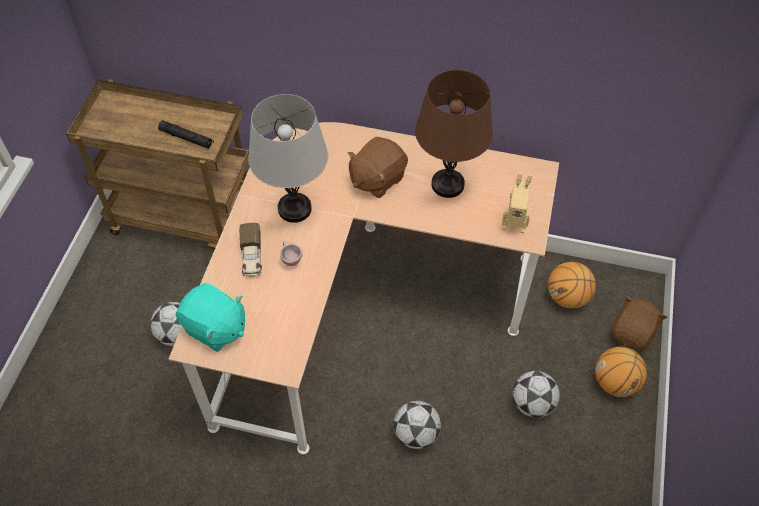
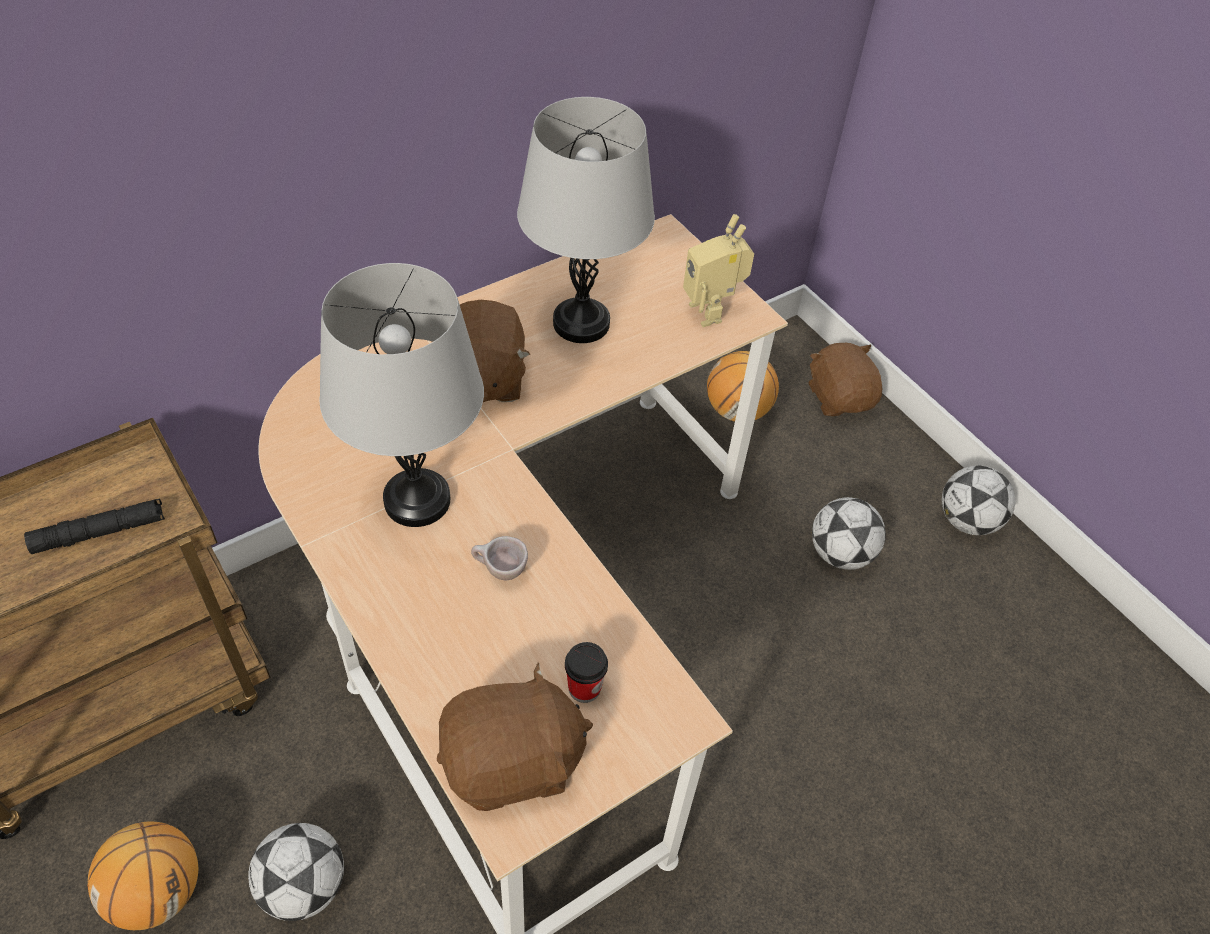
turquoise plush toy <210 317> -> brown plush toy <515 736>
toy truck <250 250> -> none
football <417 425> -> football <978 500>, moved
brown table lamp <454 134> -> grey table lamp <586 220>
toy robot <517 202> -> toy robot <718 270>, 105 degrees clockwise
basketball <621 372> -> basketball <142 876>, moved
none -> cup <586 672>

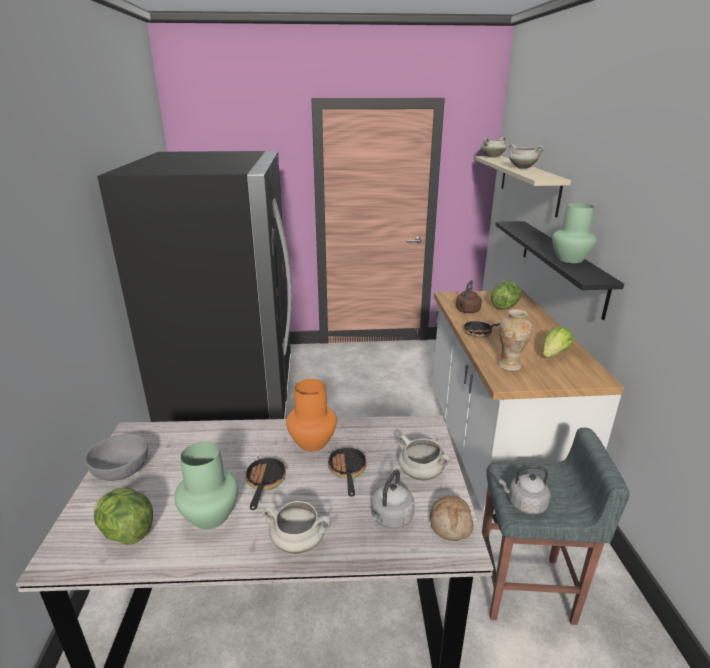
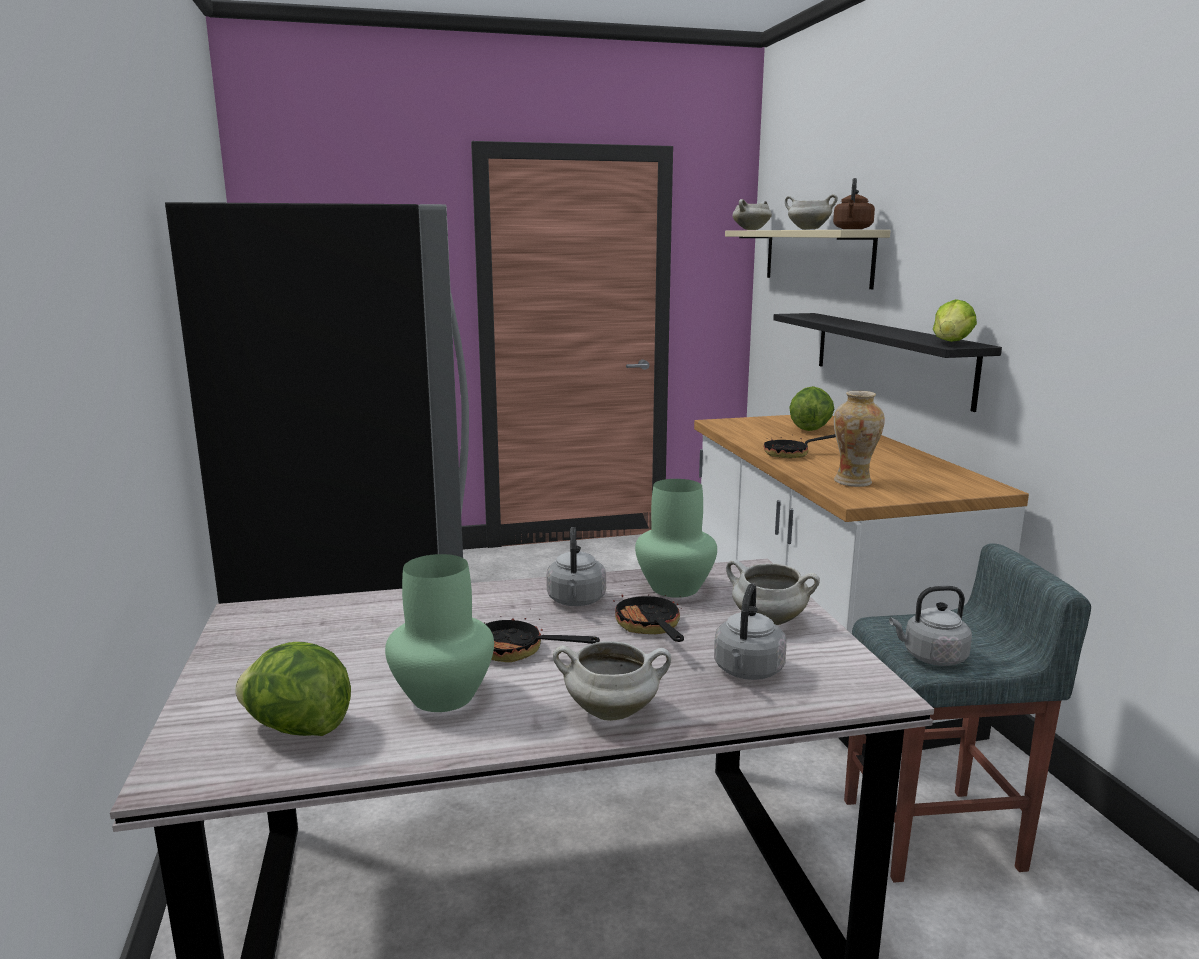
grey bowl <116 457> -> none
frying pan <265 483> -> frying pan <542 639>, 60 degrees counterclockwise
orange vase <311 415> -> grey kettle <576 566>
bread <451 518> -> none
brown kettle <469 296> -> brown kettle <854 203>, moved
lettuce <558 342> -> lettuce <955 320>, moved
green vase <574 233> -> green vase <676 538>, moved

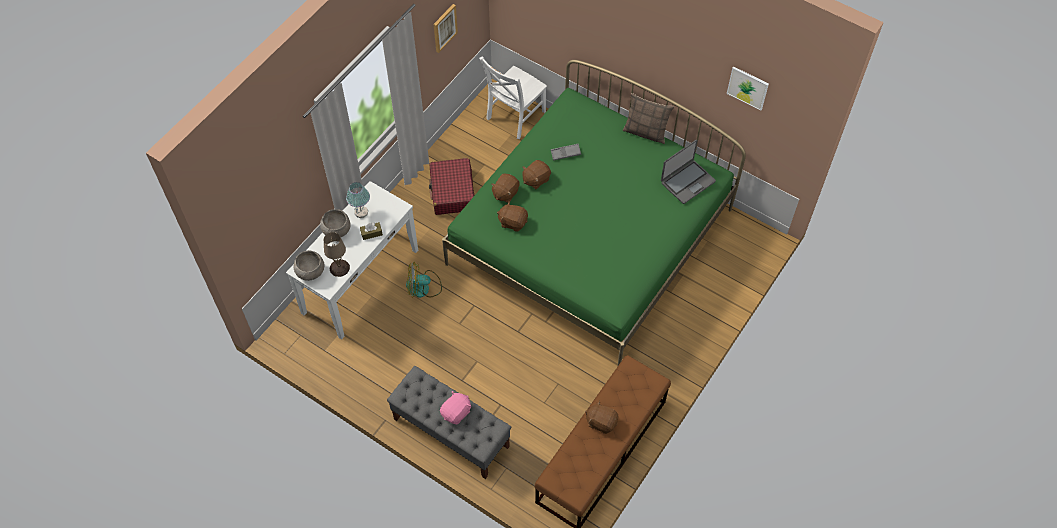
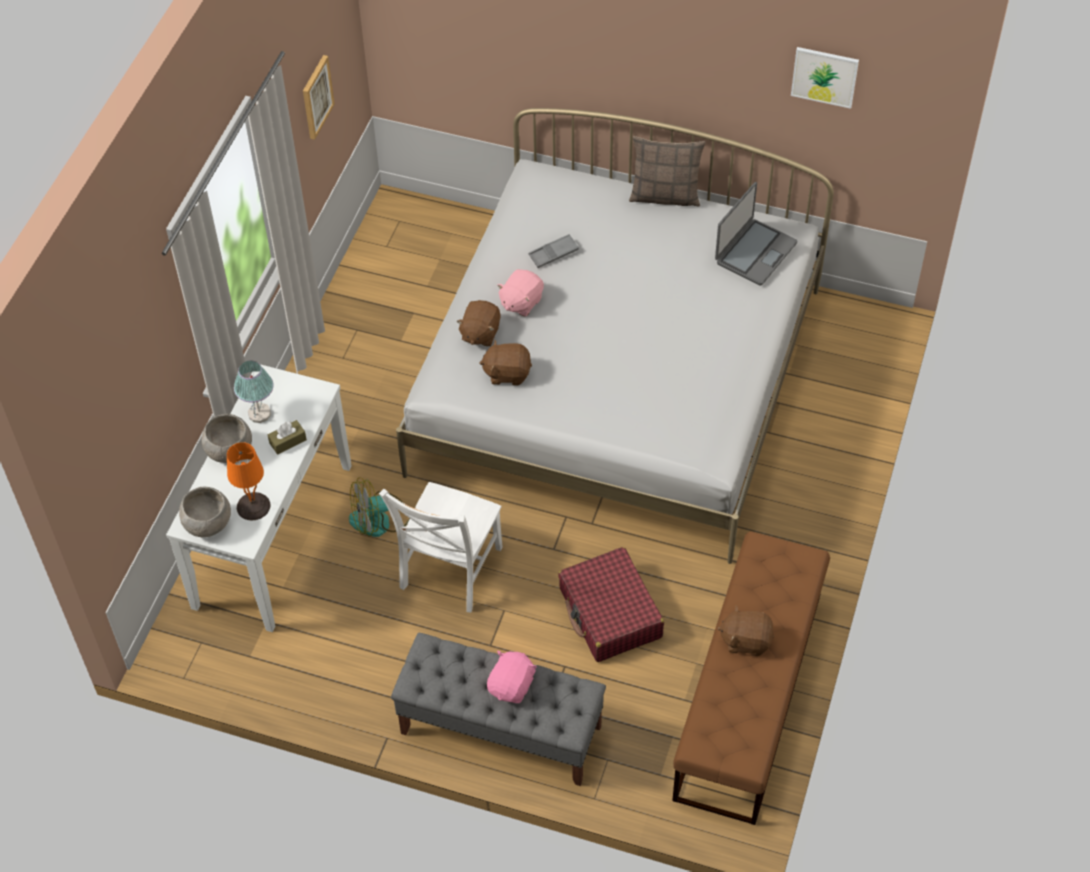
beige table lamp <337 254> -> orange table lamp <248 481>
red suitcase <451 186> -> red suitcase <611 604>, moved
green bed <594 212> -> white bed <615 336>
white chair <513 97> -> white chair <441 547>, moved
brown plush toy <536 174> -> pink plush toy <520 292>

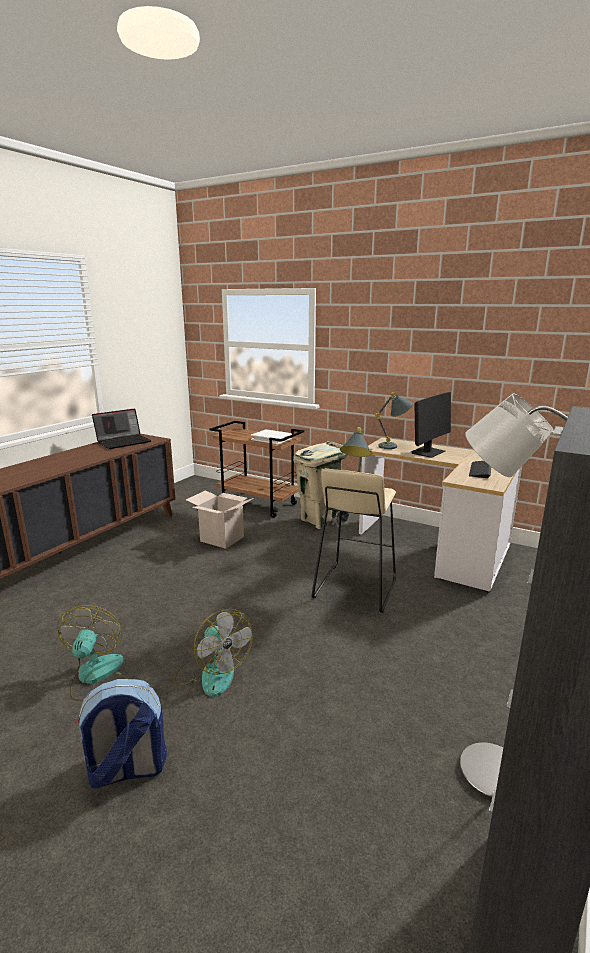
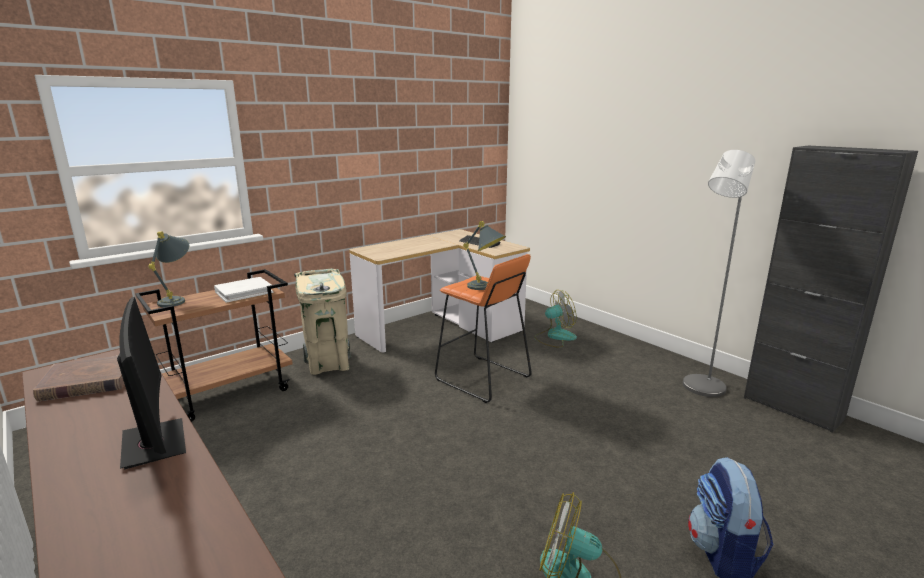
laptop <122 428> -> brown book <78 378>
fan <213 653> -> fan <555 319>, moved
cardboard box <220 519> -> none
beige stool <354 540> -> orange stool <483 328>
grey table lamp <394 420> -> grey table lamp <168 269>, moved
monitor <431 425> -> monitor <151 383>, moved

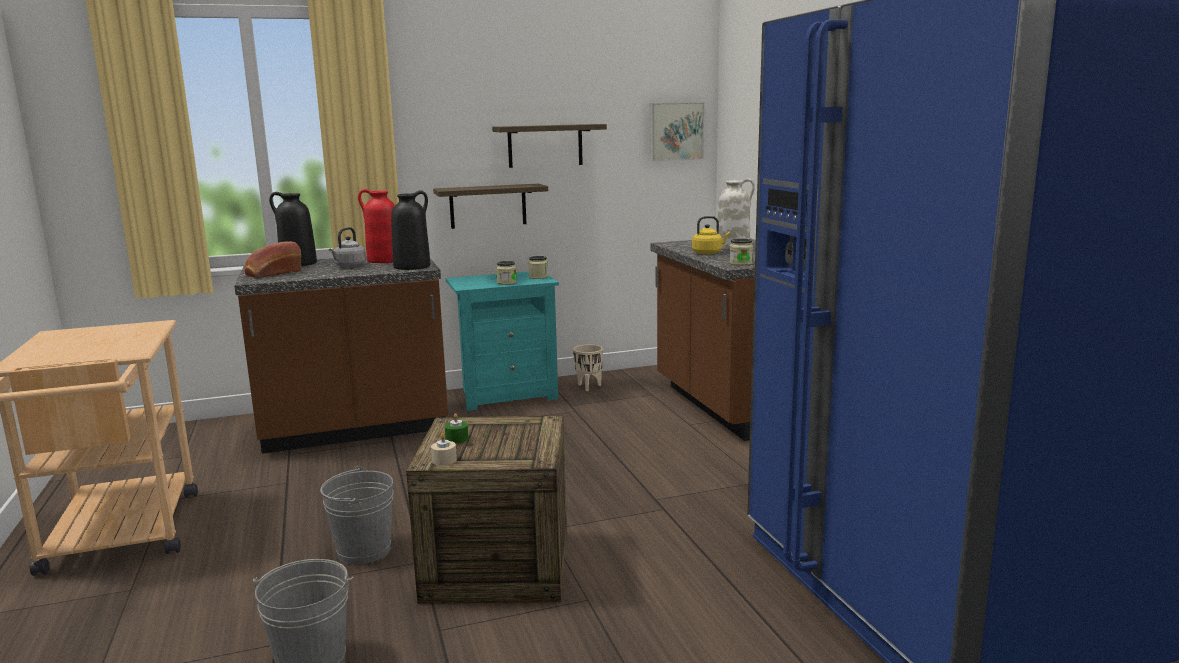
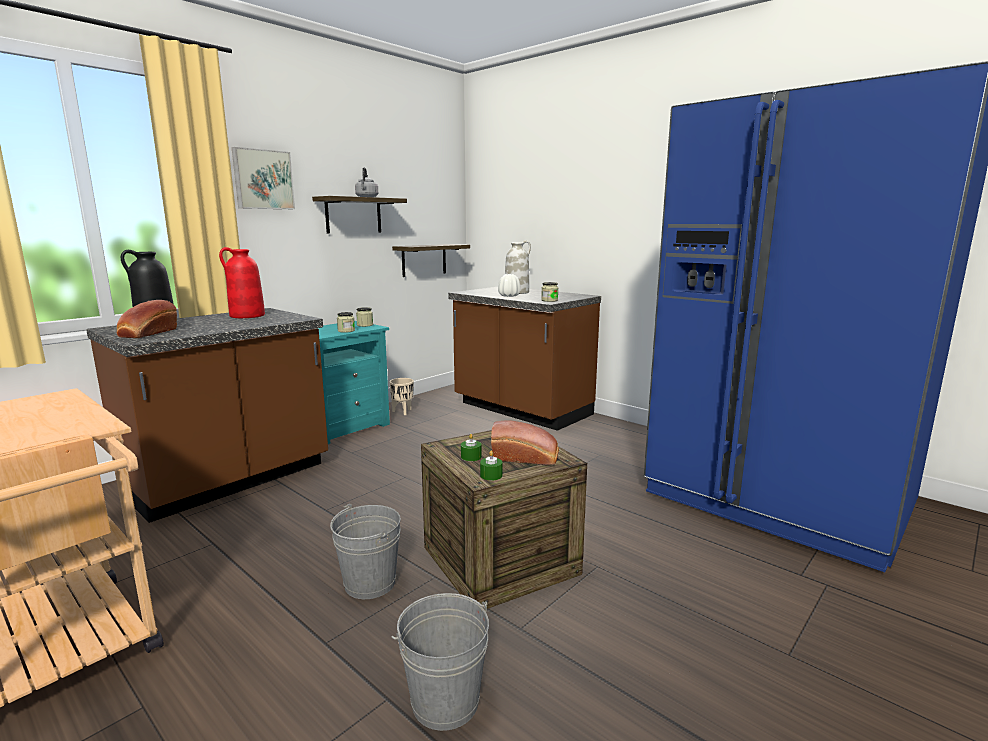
grey kettle <347 247> -> grey kettle <366 182>, moved
black vase <410 230> -> none
beige candle <444 449> -> green candle <491 466>
shelf <490 206> -> shelf <431 260>, moved
picture <677 131> -> picture <263 178>, moved
yellow kettle <711 235> -> white vase <509 285>
none -> bread <525 443>

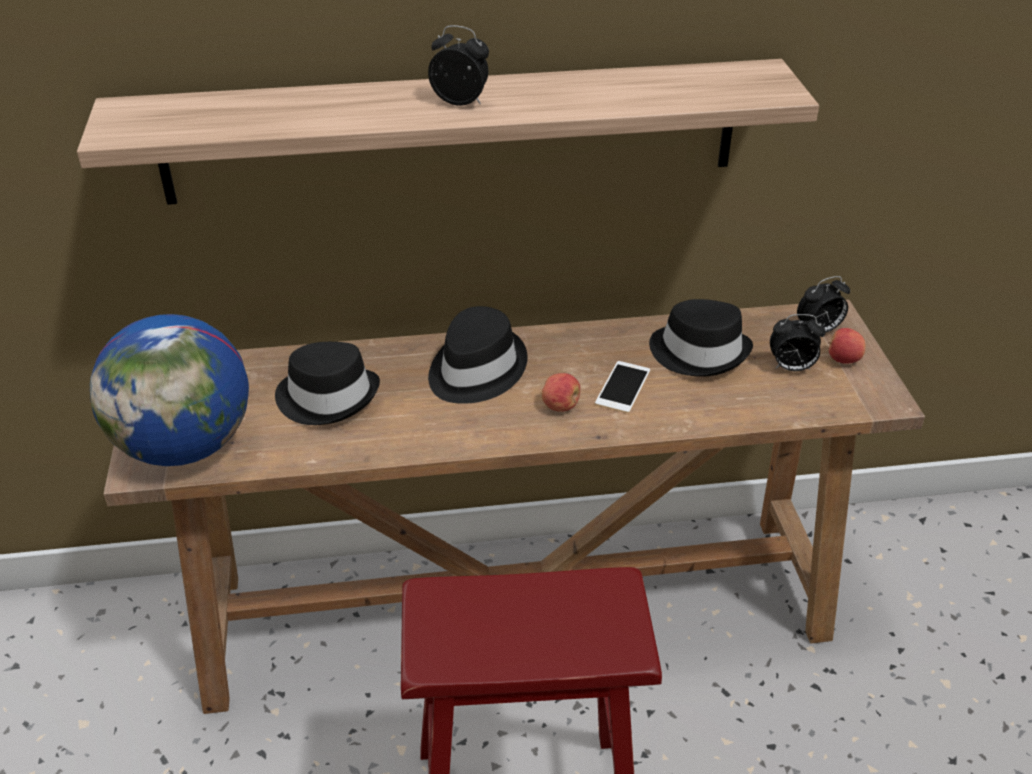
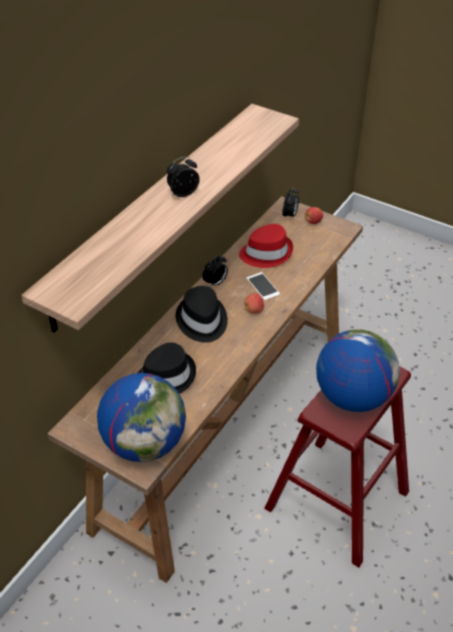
black hat <701 338> -> red hat <266 246>
alarm clock <798 342> -> alarm clock <215 271>, moved
none -> globe <358 370>

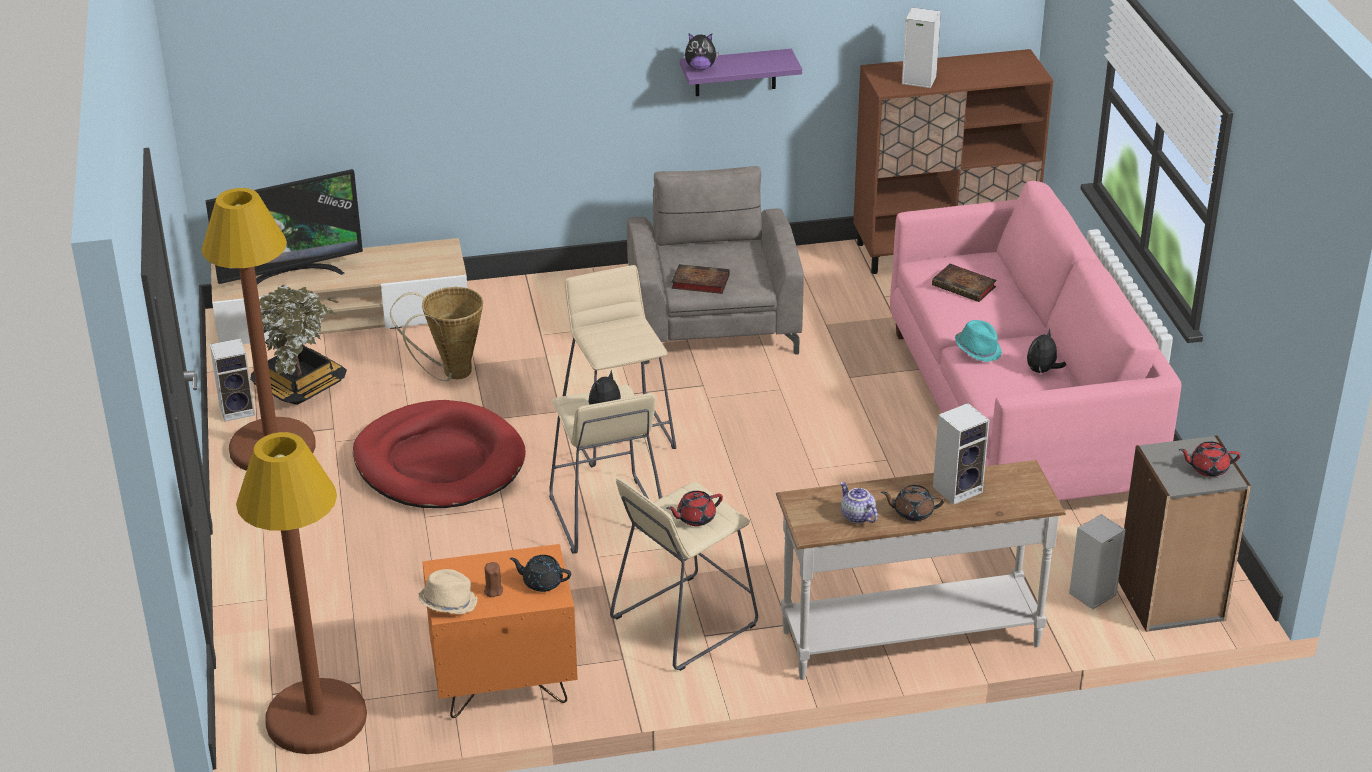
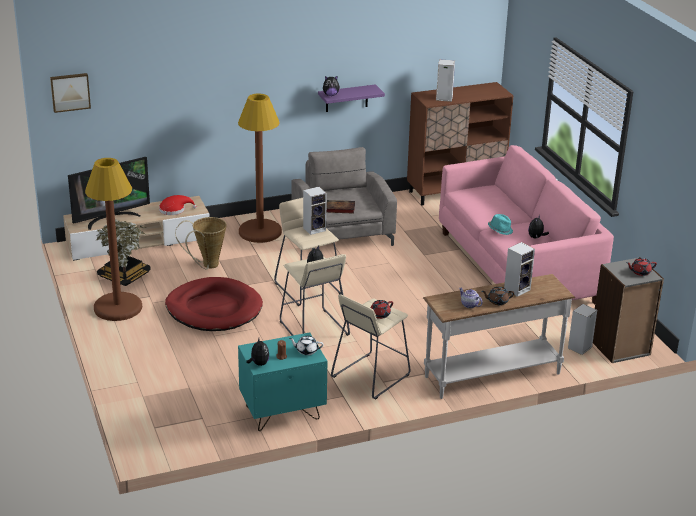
speaker <232 380> -> speaker <315 211>, moved
brown floor lamp <301 593> -> brown floor lamp <260 168>, moved
beige hat <448 591> -> plush toy <257 352>
orange nightstand <500 631> -> turquoise nightstand <282 381>
black teapot <540 573> -> white teapot <306 345>
book <964 283> -> none
none -> picture <70 93>
none -> red hat <178 205>

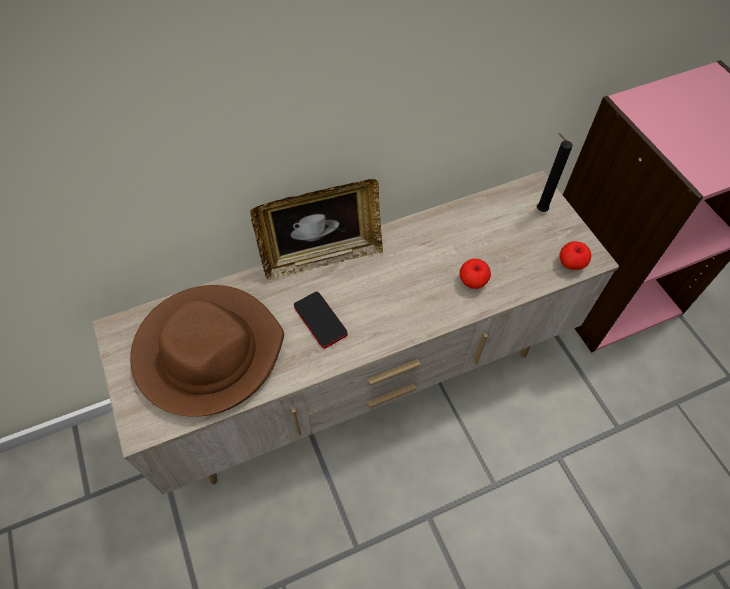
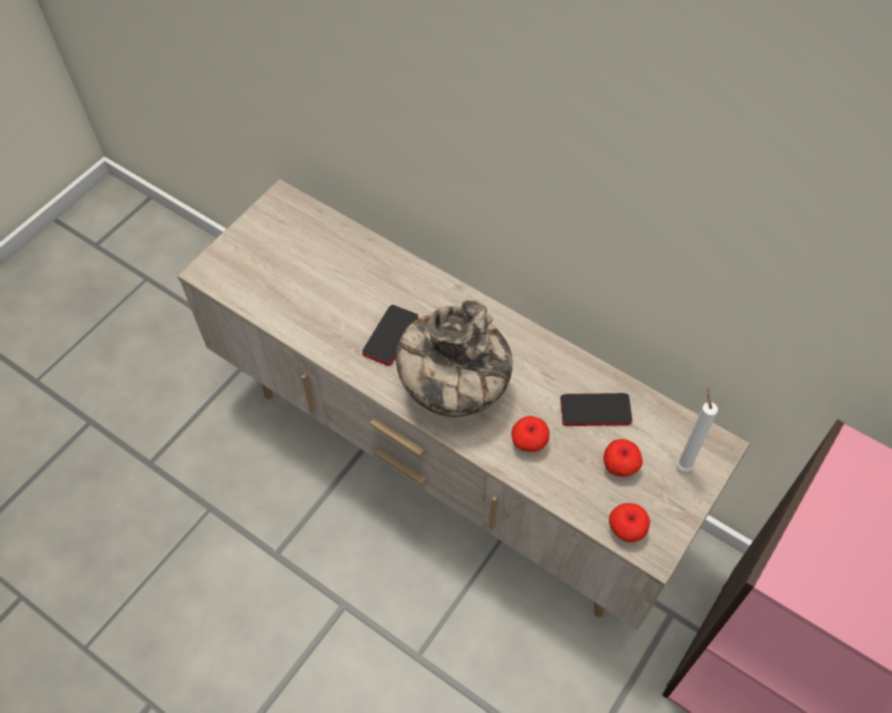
brown hat <207 351> -> none
picture frame <316 229> -> none
black candle <555 172> -> white candle <697 430>
none -> vase <454 358>
none -> phone <596 409>
none -> apple <623 458>

